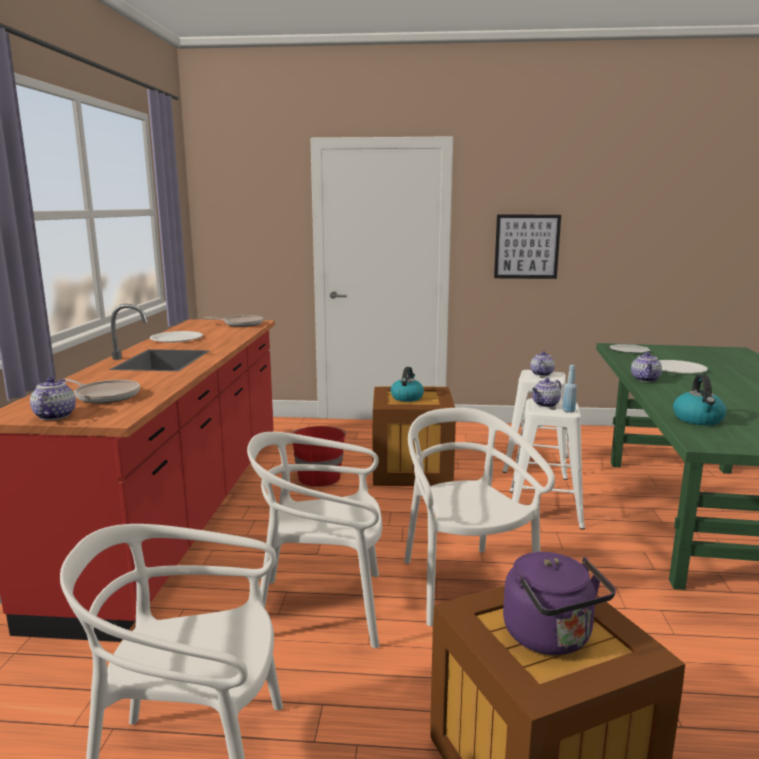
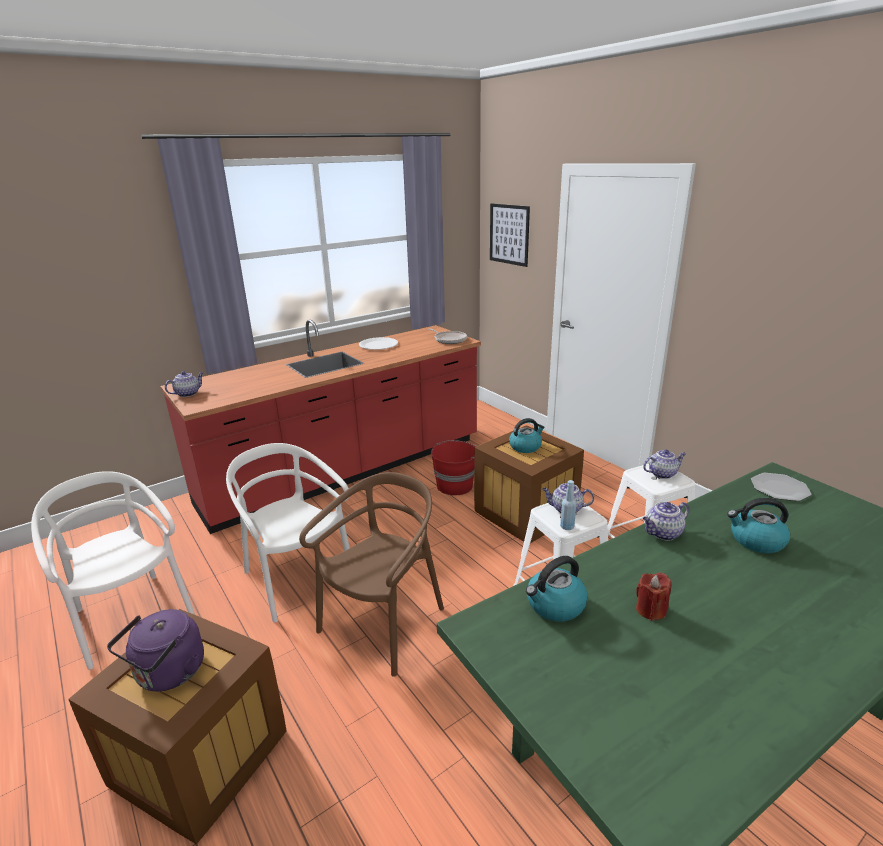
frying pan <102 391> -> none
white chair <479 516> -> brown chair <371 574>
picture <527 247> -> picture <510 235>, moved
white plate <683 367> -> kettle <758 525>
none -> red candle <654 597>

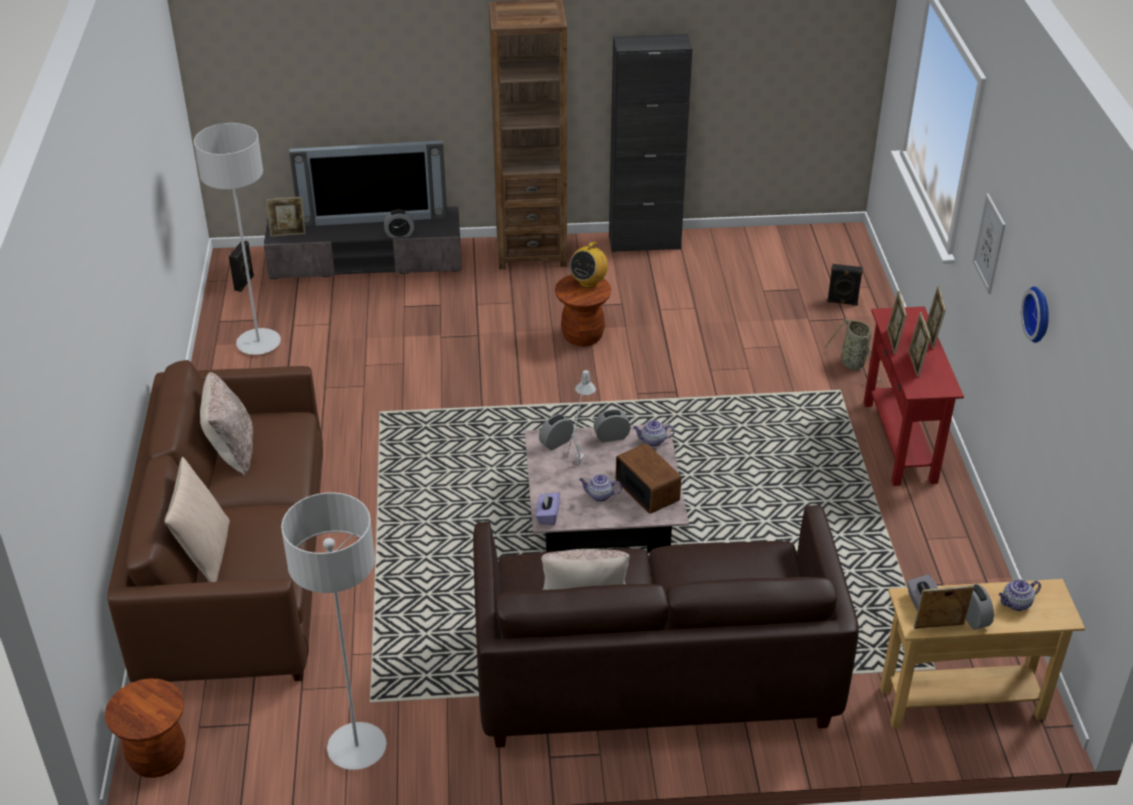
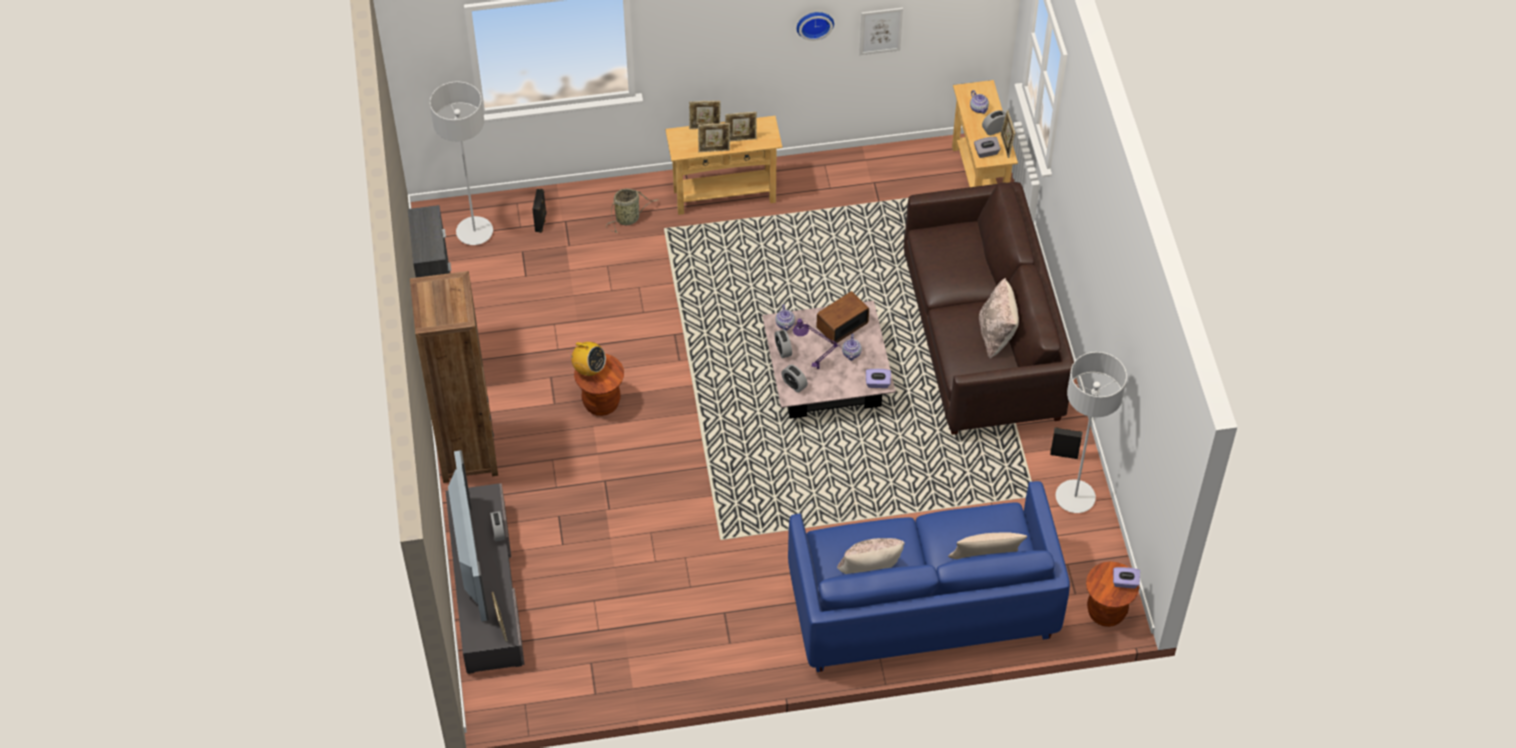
brown sofa <215 521> -> blue sofa <929 576>
grey floor lamp <237 239> -> grey floor lamp <461 163>, moved
black speaker <241 266> -> black speaker <1066 443>, moved
grey table lamp <581 417> -> purple table lamp <822 344>
red console table <913 396> -> beige console table <723 165>
picture <989 244> -> picture <881 31>, moved
none -> purple tissue box <1126 577>

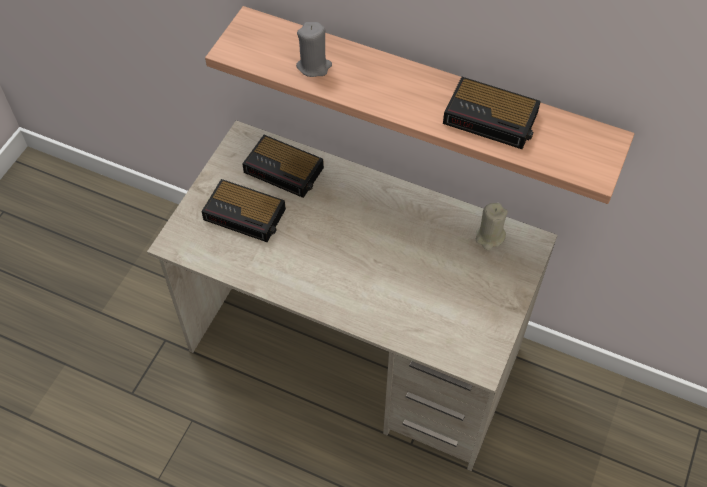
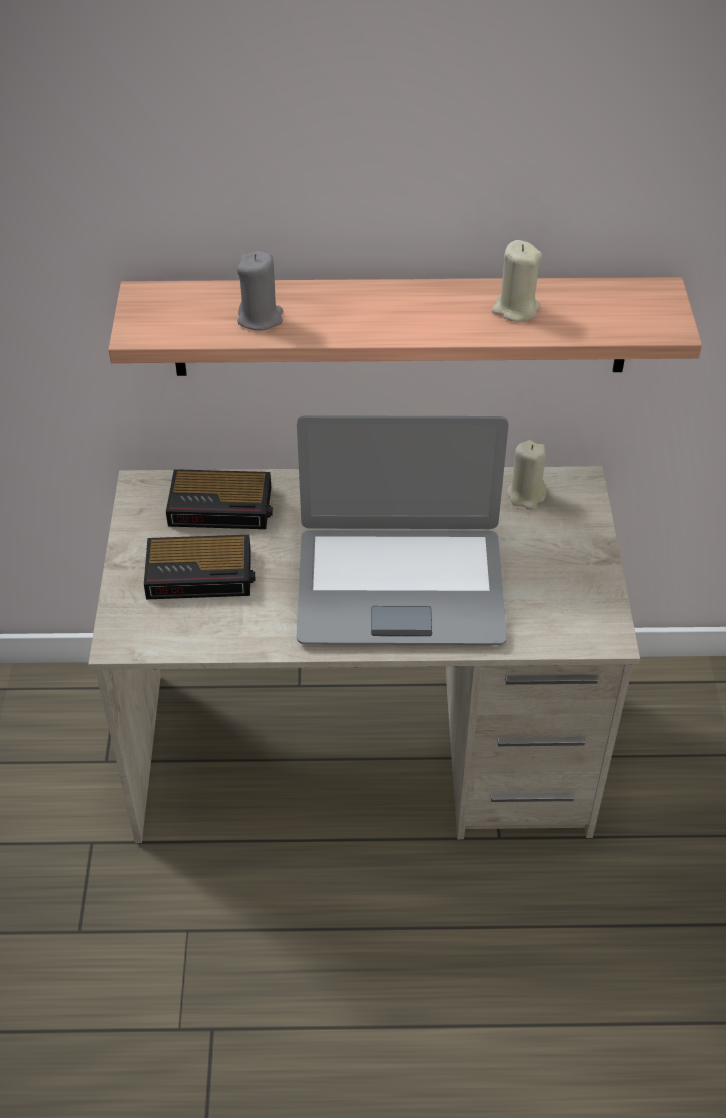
alarm clock <492 113> -> beige candle <517 281>
none -> laptop <403 530>

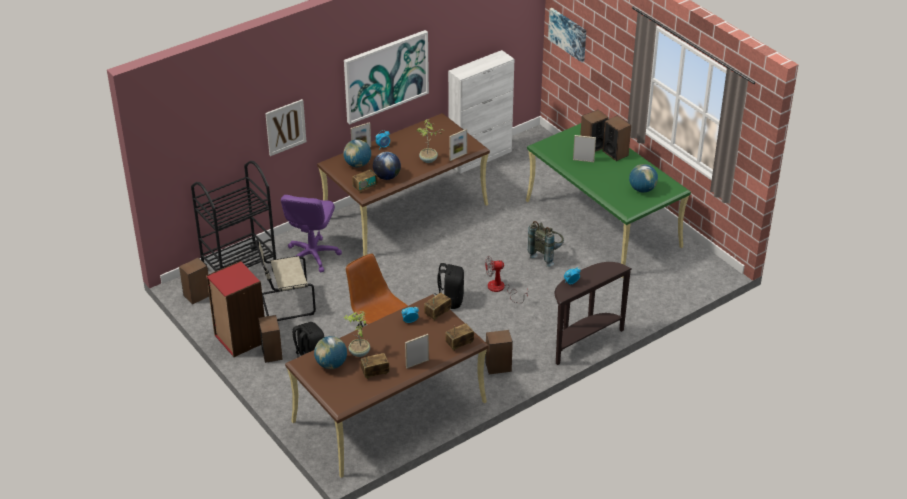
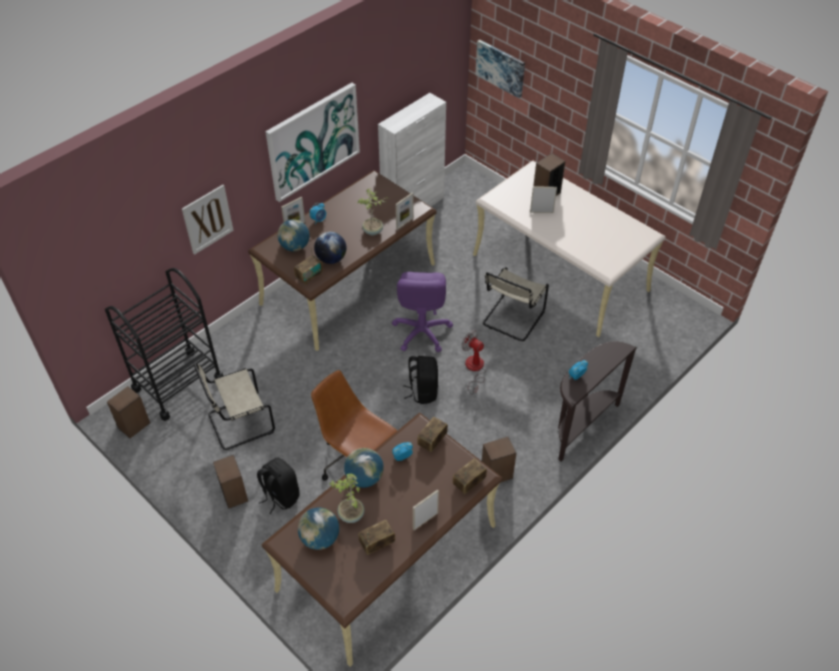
red bookcase <235 309> -> none
purple office chair <311 233> -> purple office chair <422 312>, moved
fan <506 279> -> fan <473 362>, 60 degrees clockwise
green desk <608 200> -> beige desk <569 248>
grey backpack <546 244> -> beige chair <516 304>
speaker <617 138> -> none
globe <643 178> -> globe <364 468>, moved

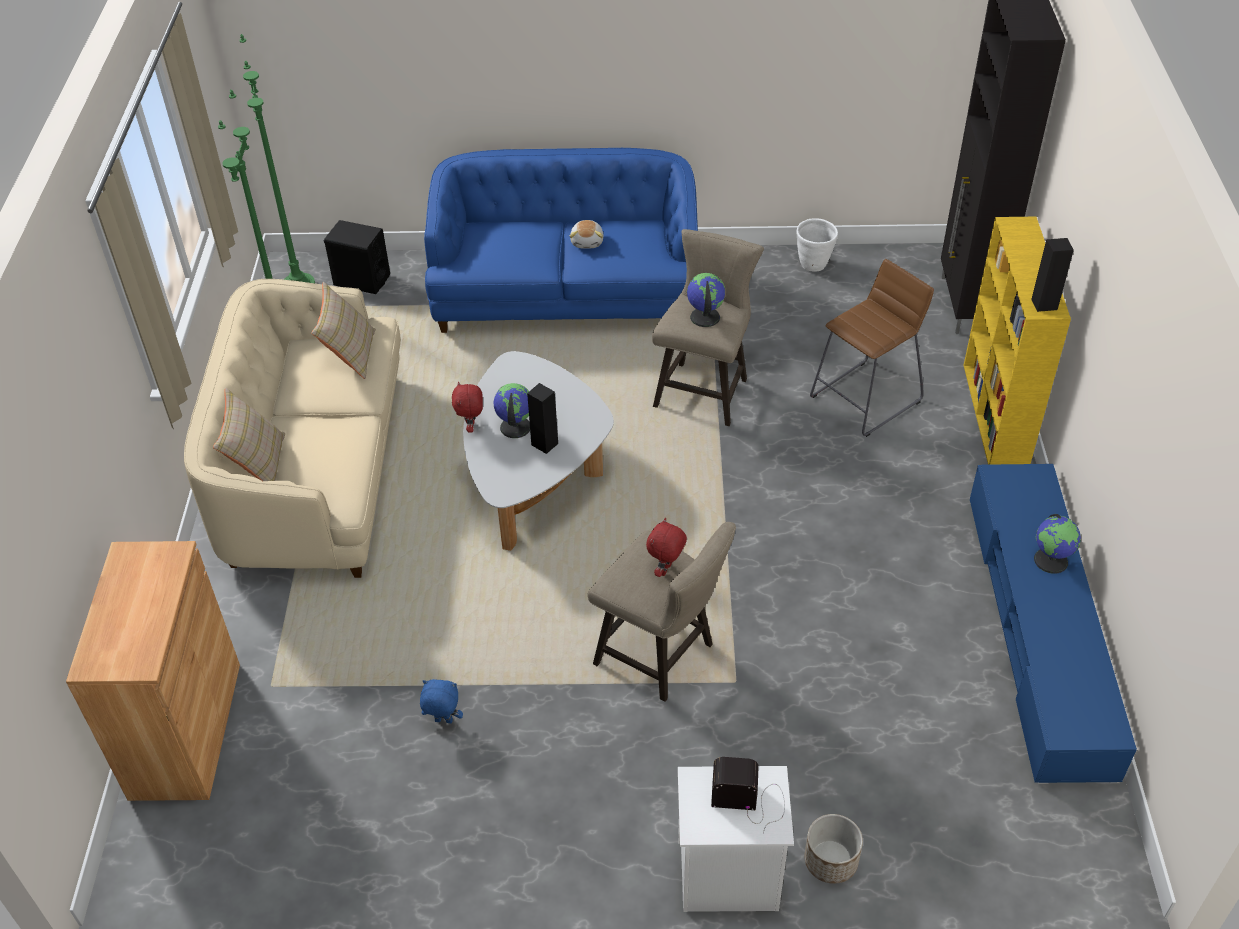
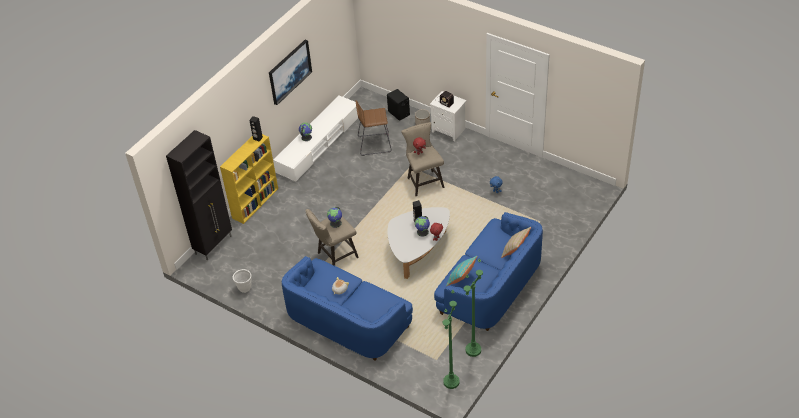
brown cabinet <153 671> -> none
beige sofa <292 428> -> blue sofa <488 271>
beige pillow <343 330> -> turquoise pillow <461 271>
black speaker <357 257> -> black speaker <398 105>, moved
brown stool <872 348> -> brown stool <374 128>, moved
blue tv stand <1053 624> -> white tv stand <315 139>
none -> picture <290 72>

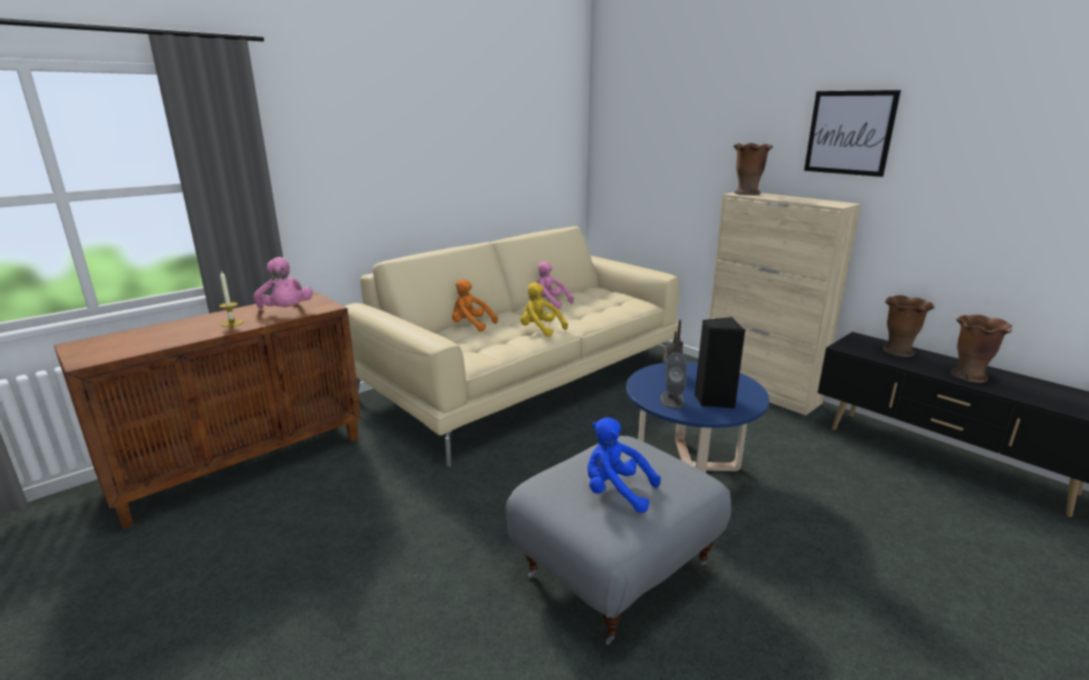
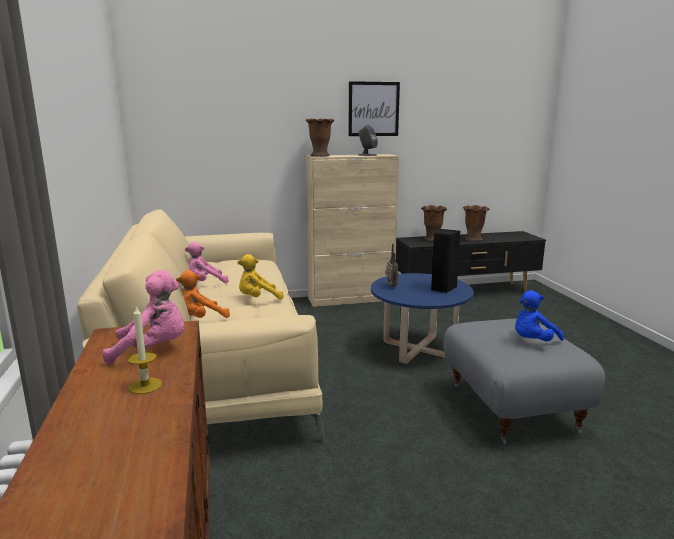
grey speaker <674 381> -> grey speaker <368 140>, moved

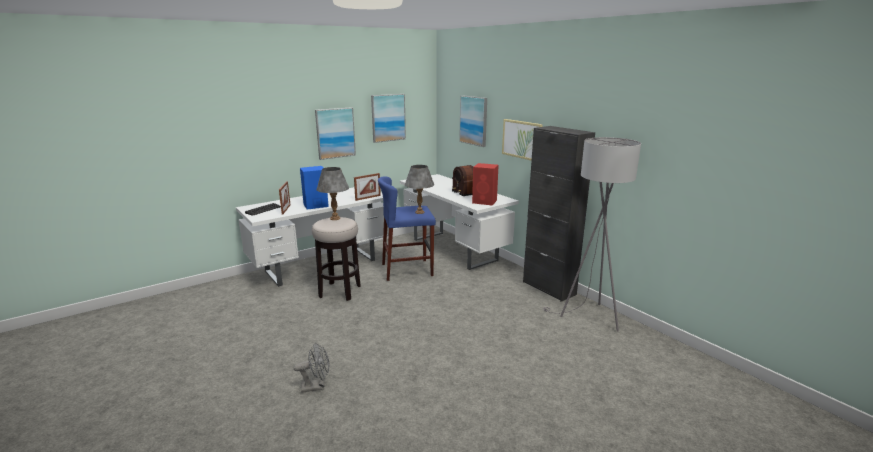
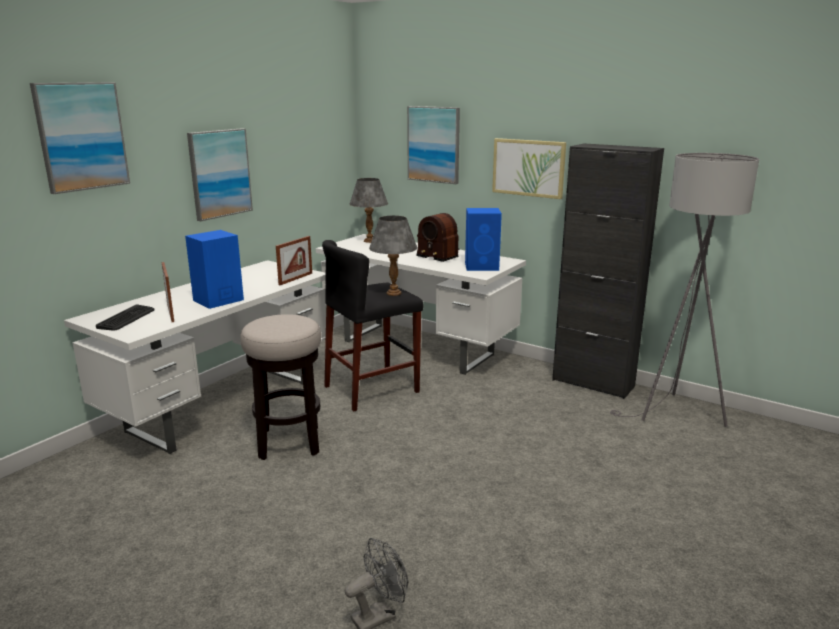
grey table lamp <333 193> -> grey table lamp <369 210>, moved
picture <388 118> -> picture <80 138>, moved
blue stool <407 228> -> black stool <372 326>
red speaker <485 184> -> blue speaker <483 239>

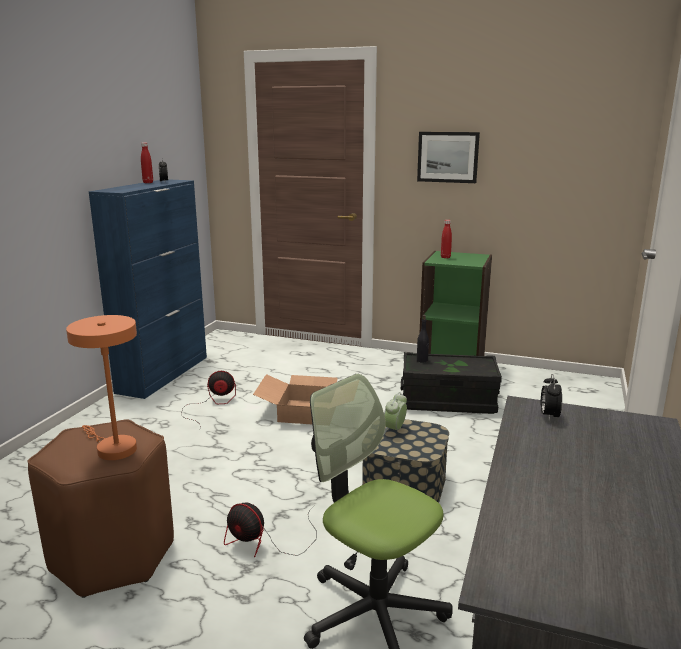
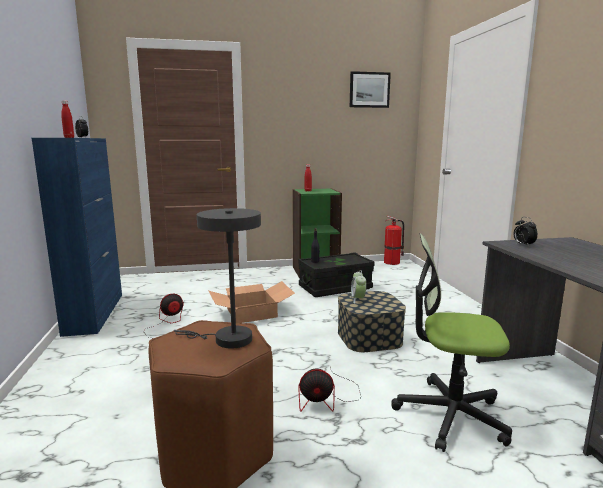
orange table lamp <101 387> -> grey table lamp <217 278>
picture <448 157> -> picture <370 89>, moved
none -> fire extinguisher <394 240>

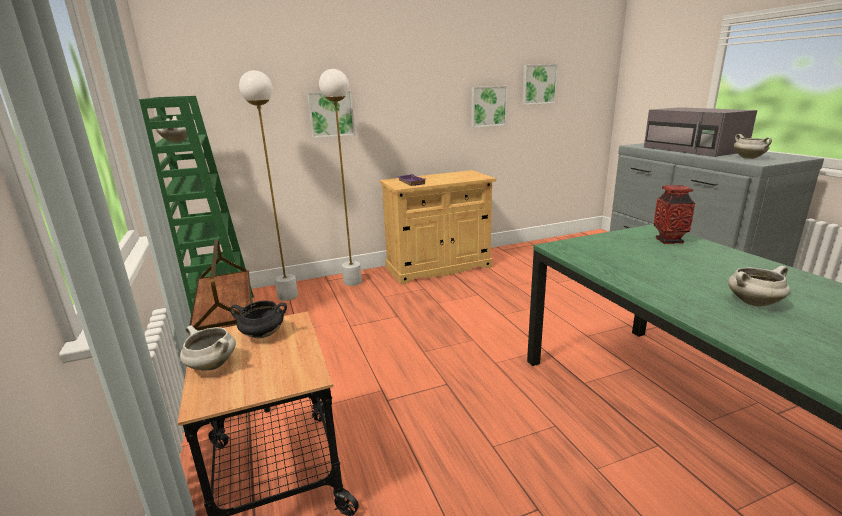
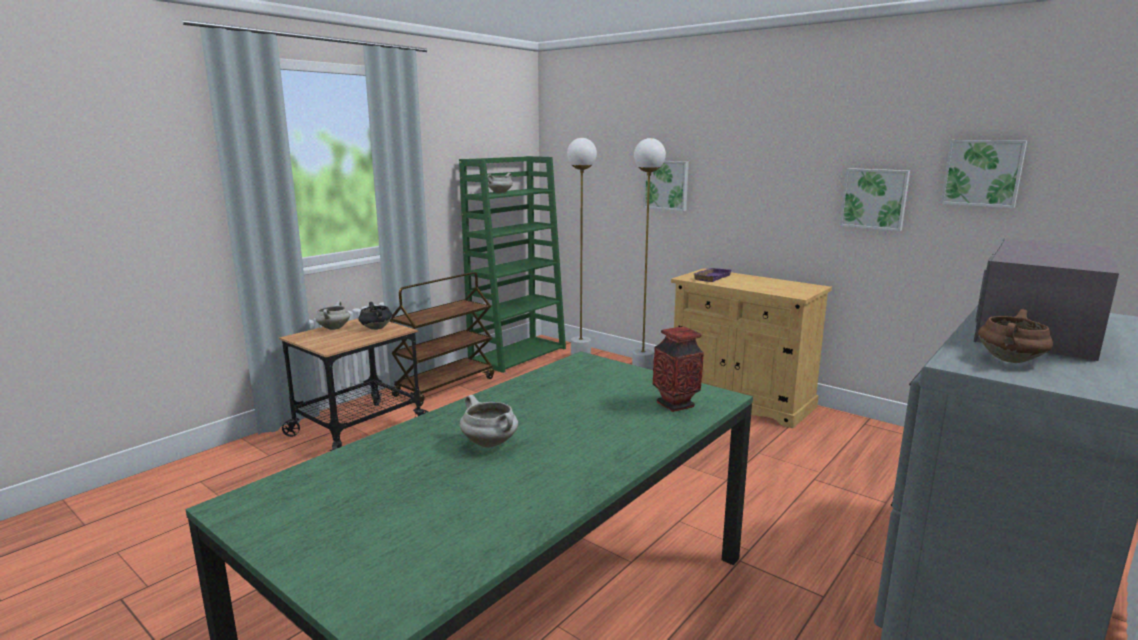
white cooking pot <753 146> -> brown cooking pot <1015 336>

